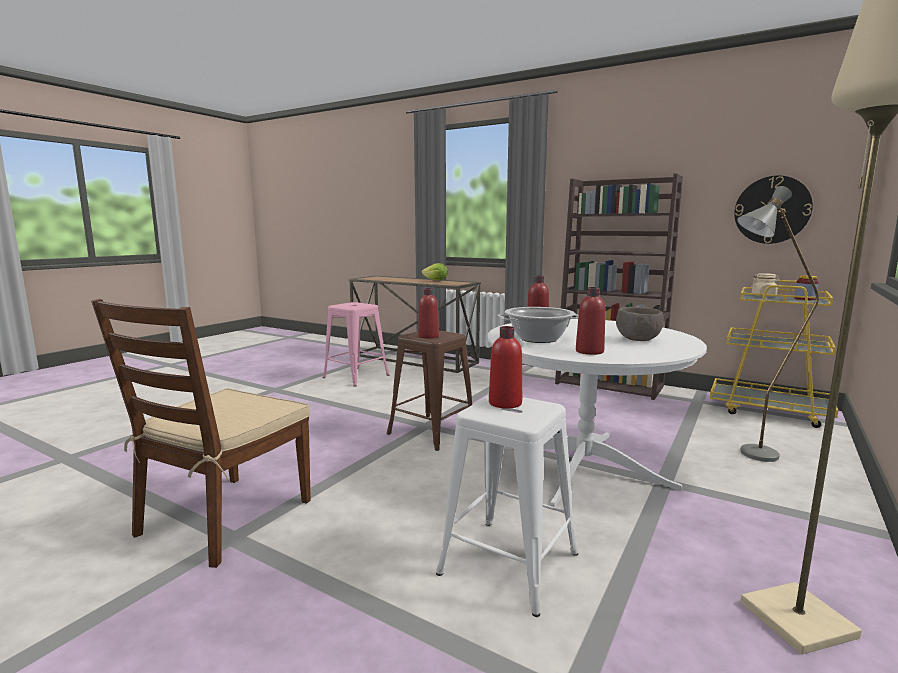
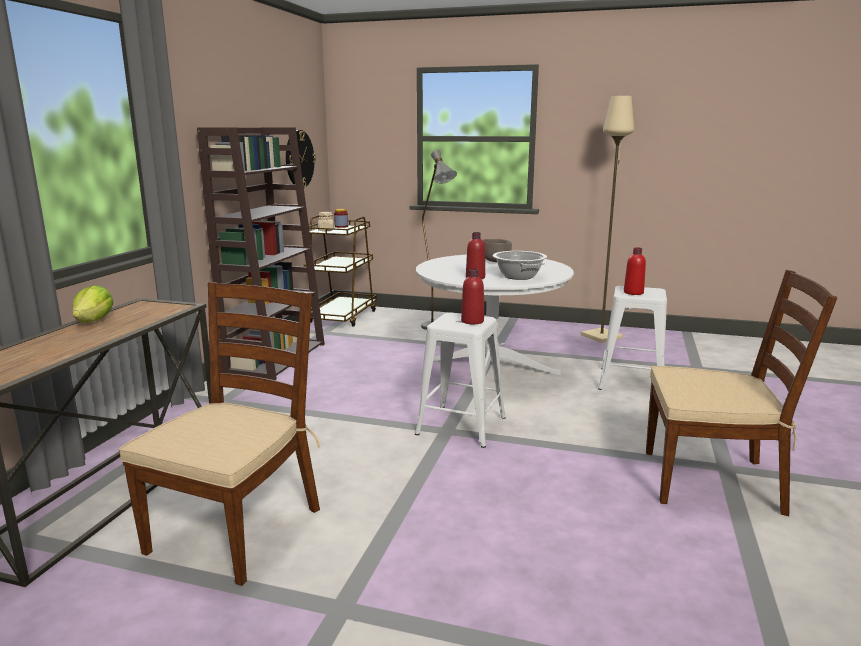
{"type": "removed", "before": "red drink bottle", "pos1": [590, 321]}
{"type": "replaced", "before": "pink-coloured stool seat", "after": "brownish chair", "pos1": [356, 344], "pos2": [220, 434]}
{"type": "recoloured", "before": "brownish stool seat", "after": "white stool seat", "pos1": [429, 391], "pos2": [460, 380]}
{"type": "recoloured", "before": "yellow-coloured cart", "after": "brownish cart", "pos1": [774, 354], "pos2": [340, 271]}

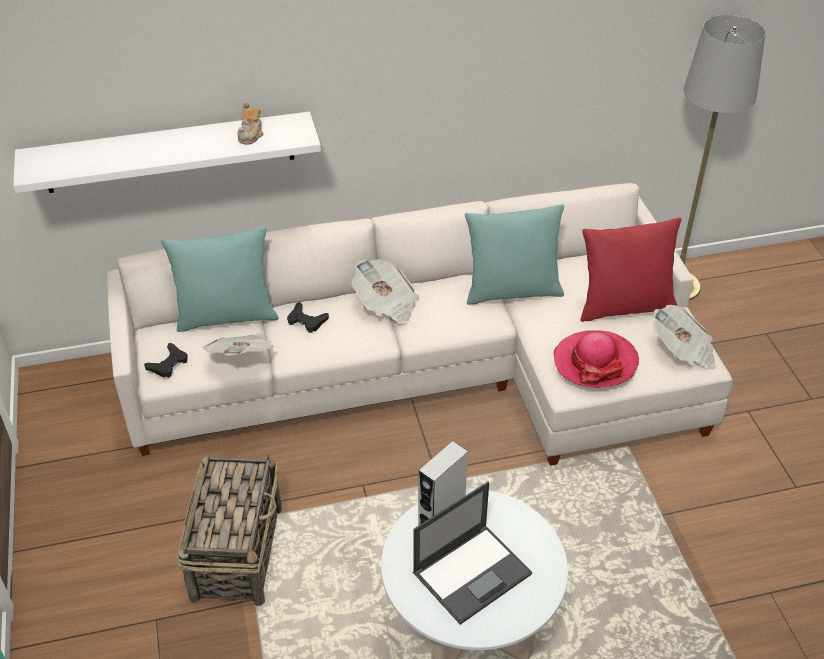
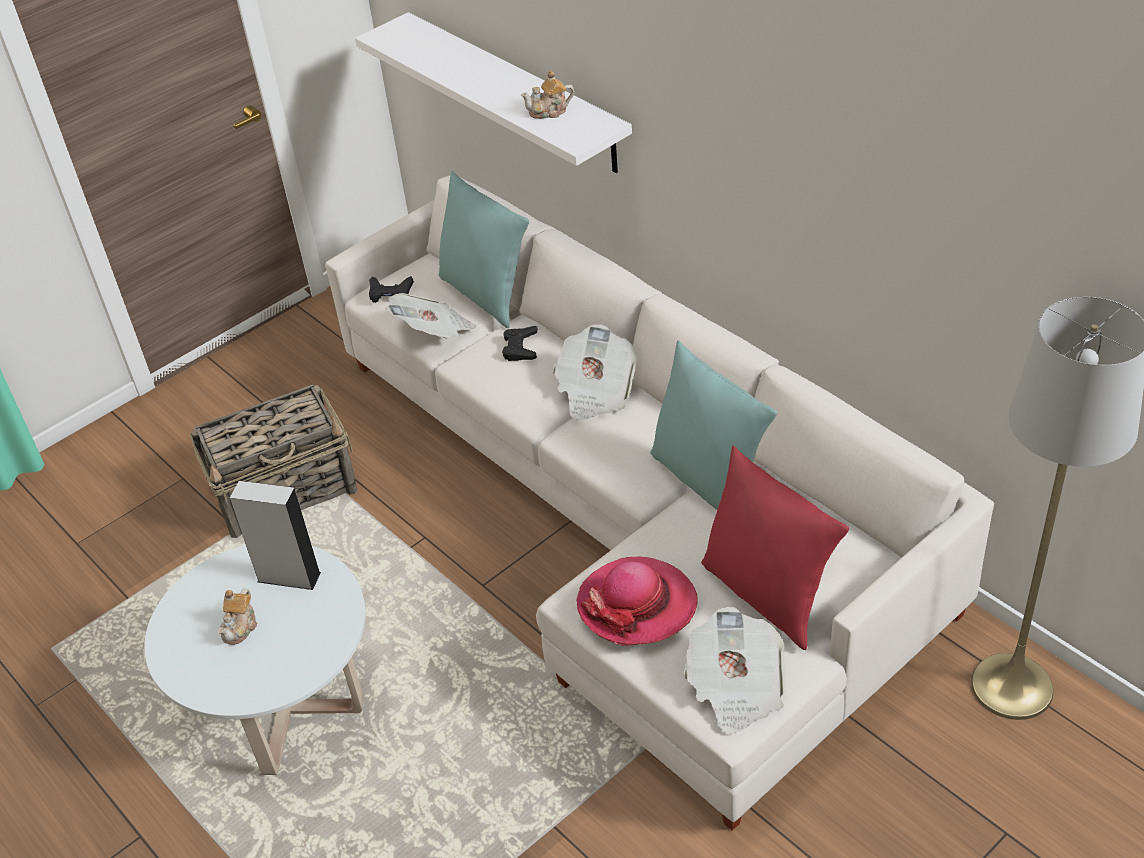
{"type": "replaced", "before": "laptop", "after": "tea pot", "pos1": [472, 553], "pos2": [237, 616]}

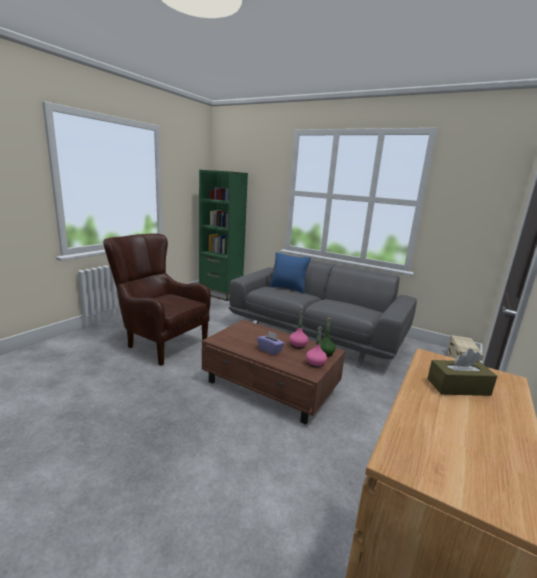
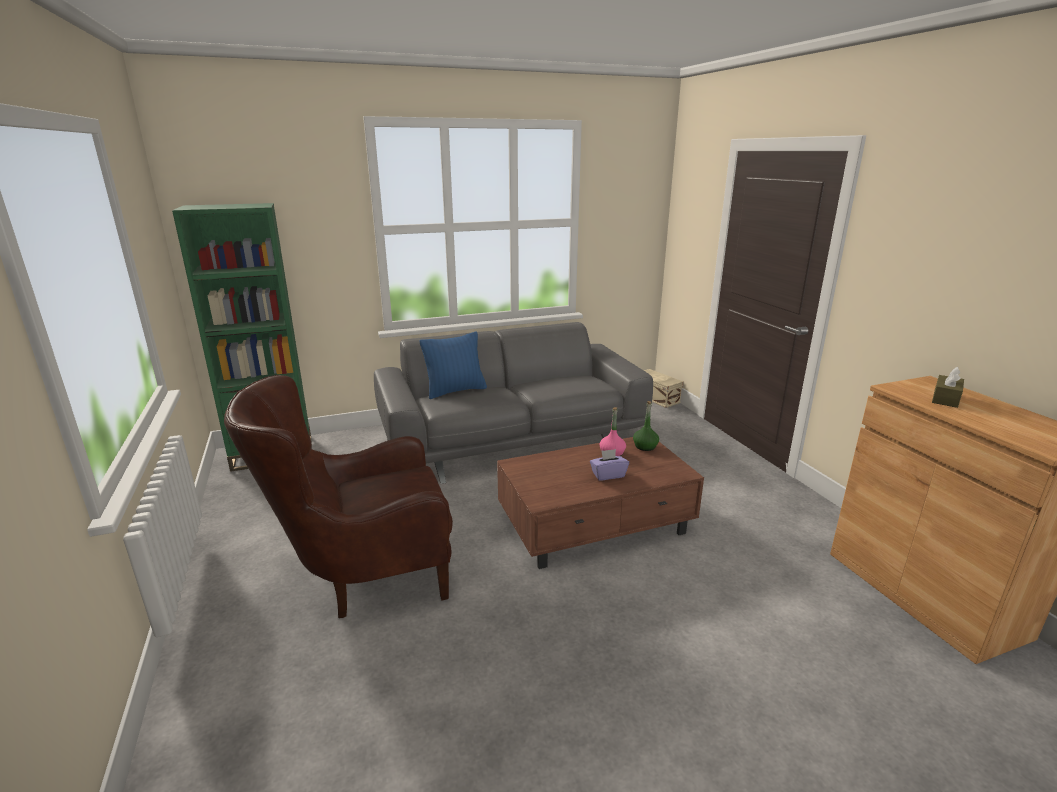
{"type": "removed", "before": "pink-coloured drink bottle", "pos1": [316, 346]}

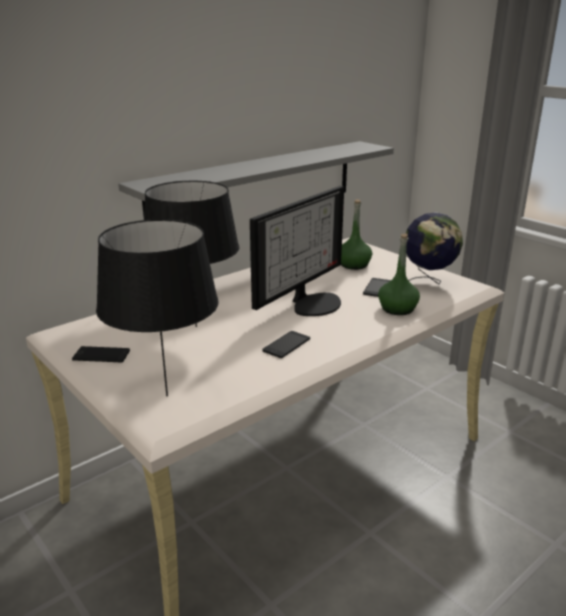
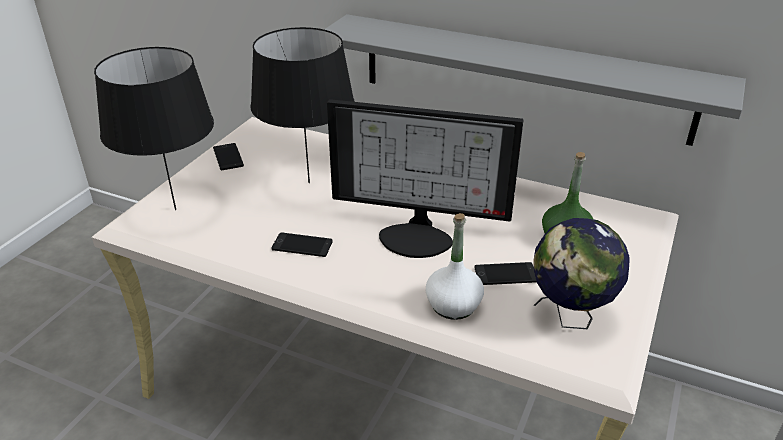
{"type": "recoloured", "before": "green drink bottle", "after": "white drink bottle", "pos1": [399, 274], "pos2": [455, 266]}

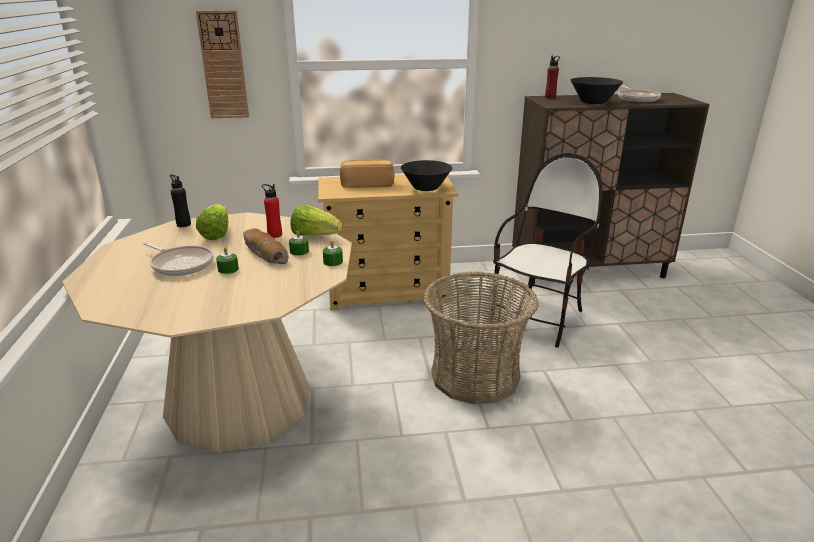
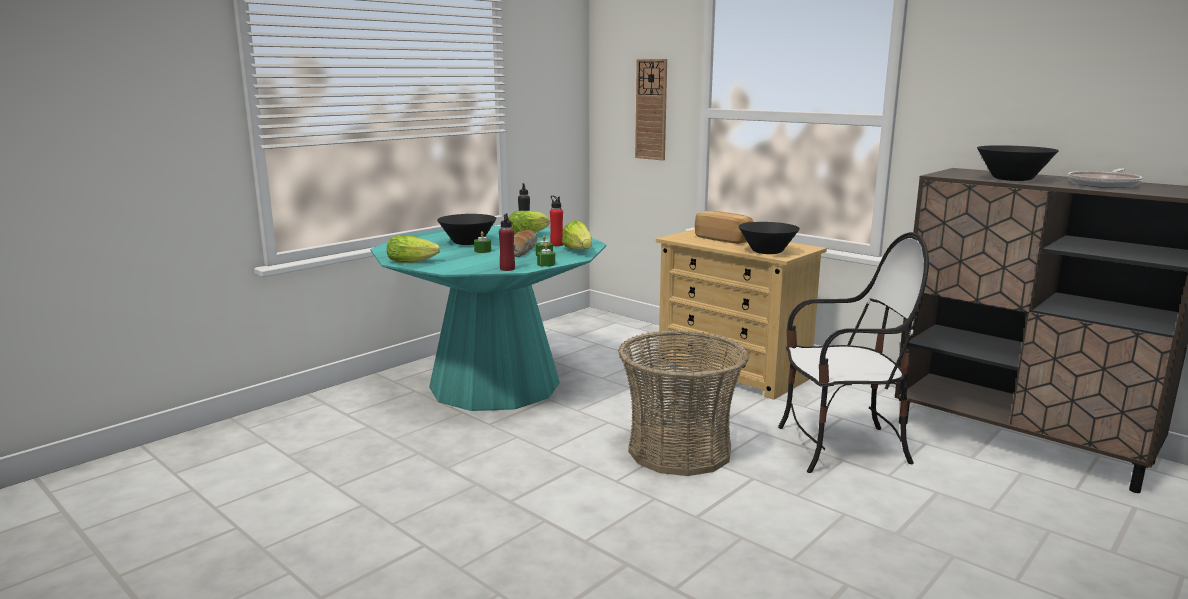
{"type": "added", "after": "head of lettuce", "pos2": [413, 249]}
{"type": "moved", "before": "red drink bottle", "pos1": [552, 77], "pos2": [507, 242]}
{"type": "replaced", "before": "frying pan", "after": "blackish deep dish", "pos1": [178, 259], "pos2": [466, 229]}
{"type": "recoloured", "before": "sand-coloured kitchen table", "after": "turquoise-coloured kitchen table", "pos1": [207, 332], "pos2": [488, 318]}

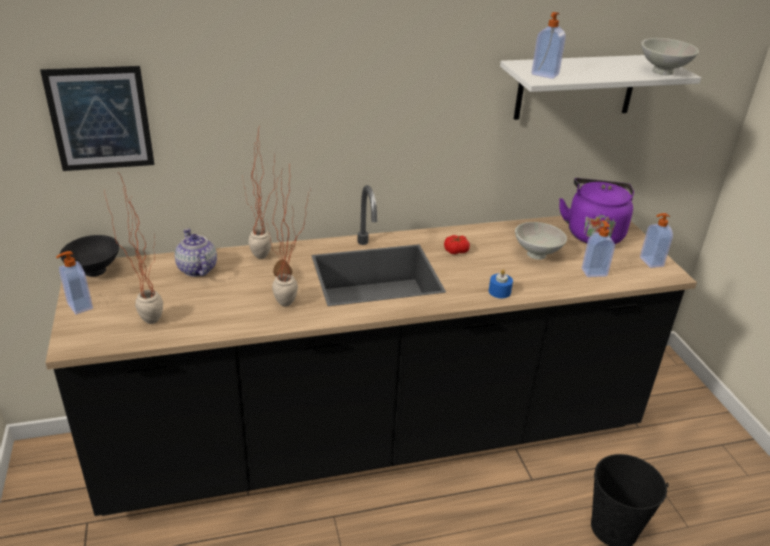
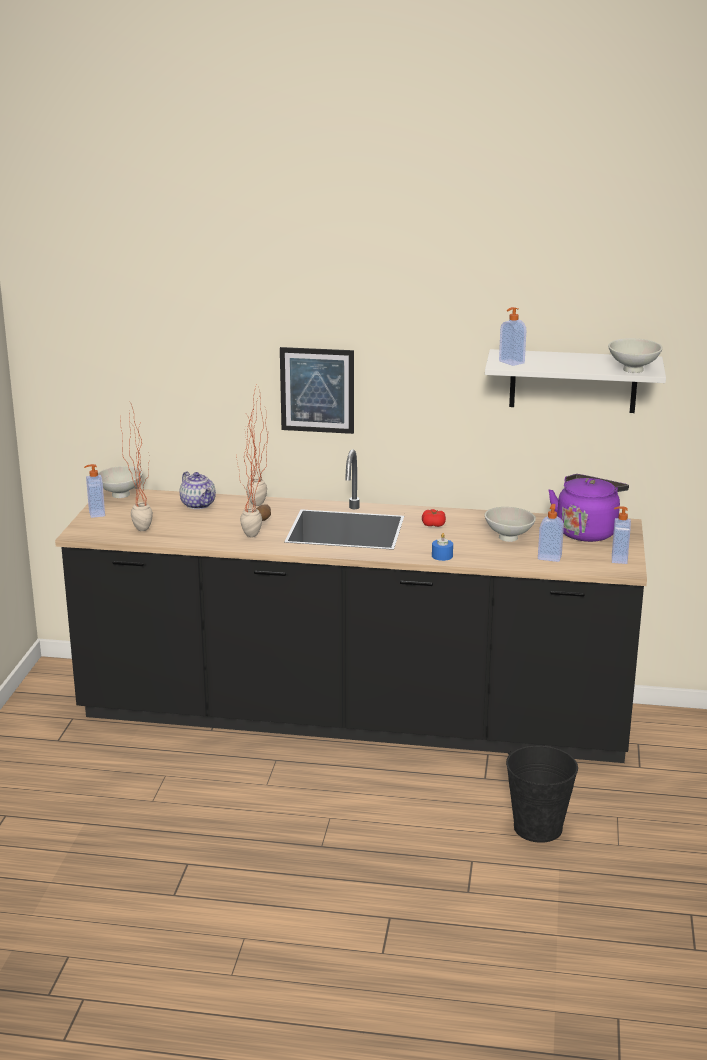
{"type": "moved", "before": "picture", "pos1": [97, 118], "pos2": [317, 390]}
{"type": "recoloured", "before": "blackish deep dish", "after": "white deep dish", "pos1": [89, 256], "pos2": [120, 482]}
{"type": "turned", "before": "tea pot", "pos1": [196, 252], "pos2": [197, 490], "turn": 150}

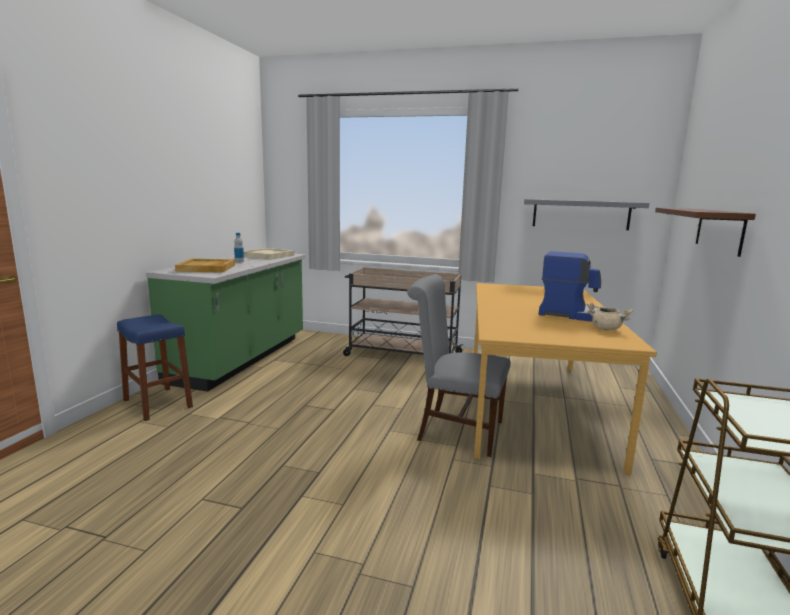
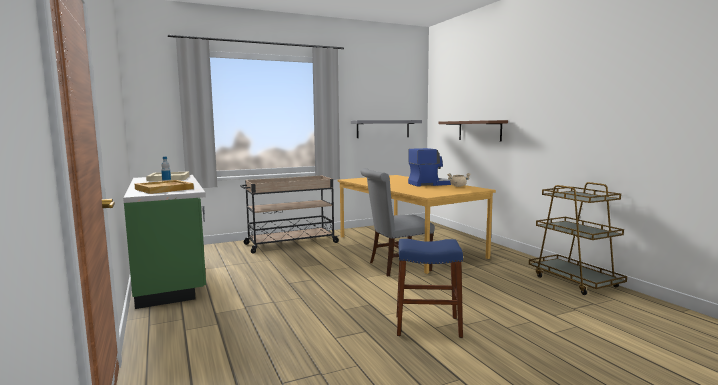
{"type": "moved", "before": "bluish stool seat", "pos1": [155, 368], "pos2": [430, 288]}

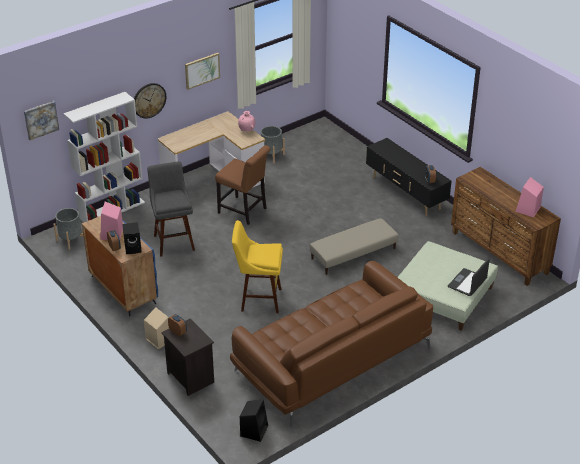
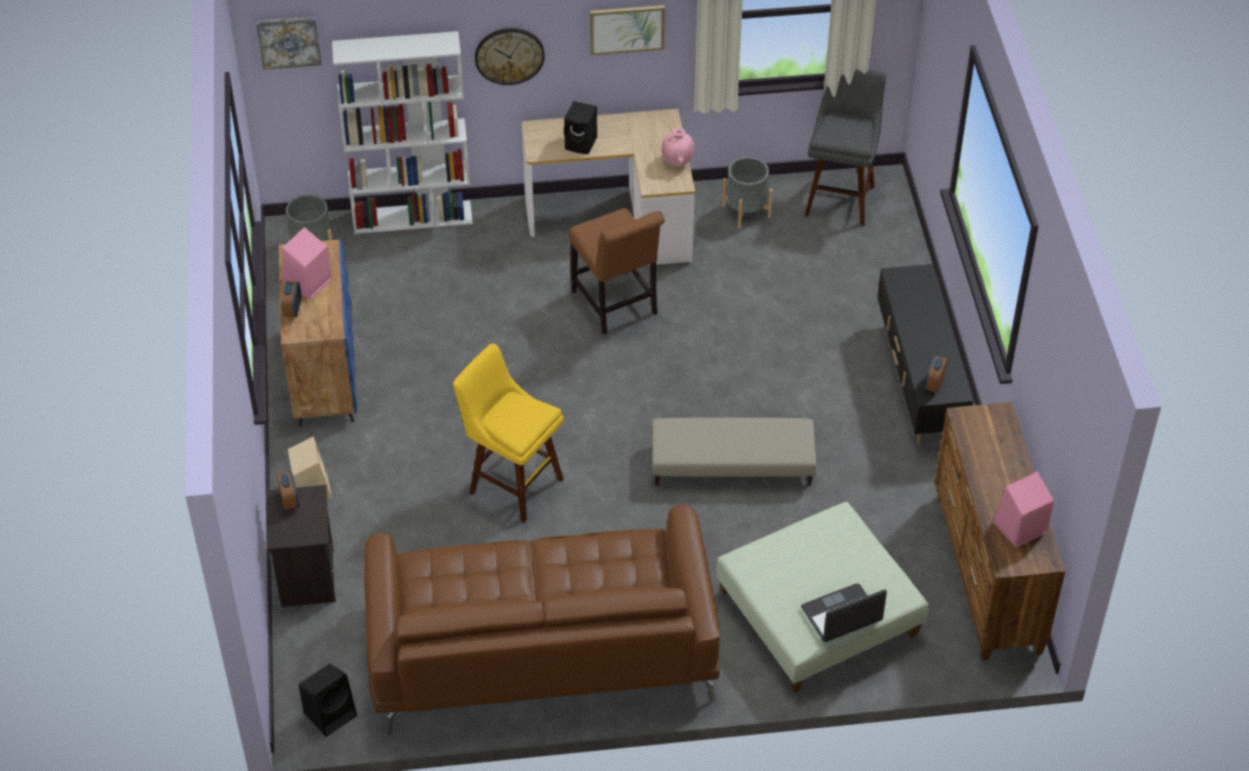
{"type": "moved", "before": "blackish loudspeaker", "pos1": [132, 238], "pos2": [580, 127]}
{"type": "moved", "before": "gray stool seat", "pos1": [171, 209], "pos2": [845, 147]}

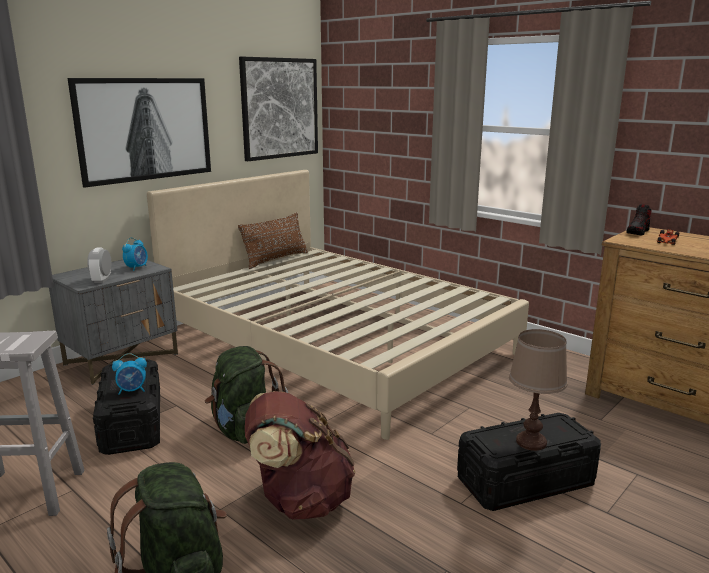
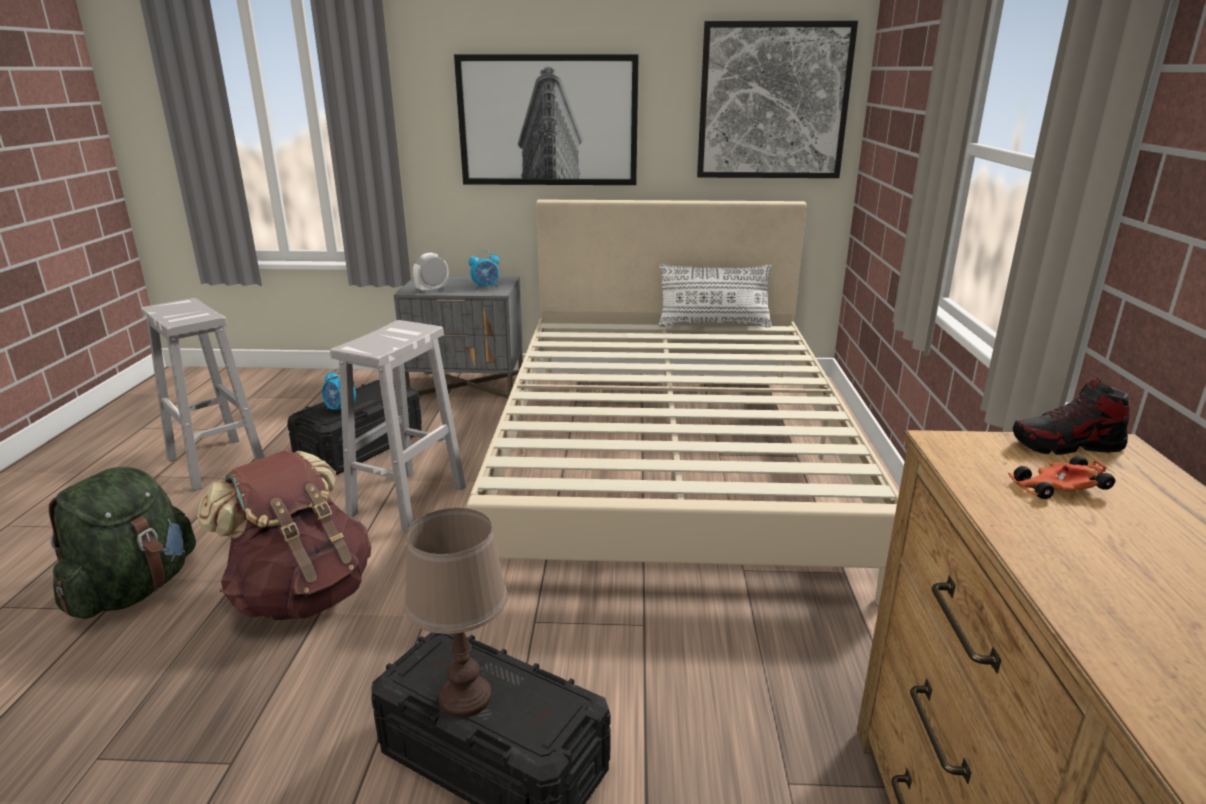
{"type": "replaced", "before": "green backpack", "after": "white stool seat", "pos1": [246, 395], "pos2": [398, 426]}
{"type": "recoloured", "before": "brownish throw pillow", "after": "white throw pillow", "pos1": [273, 241], "pos2": [715, 295]}

